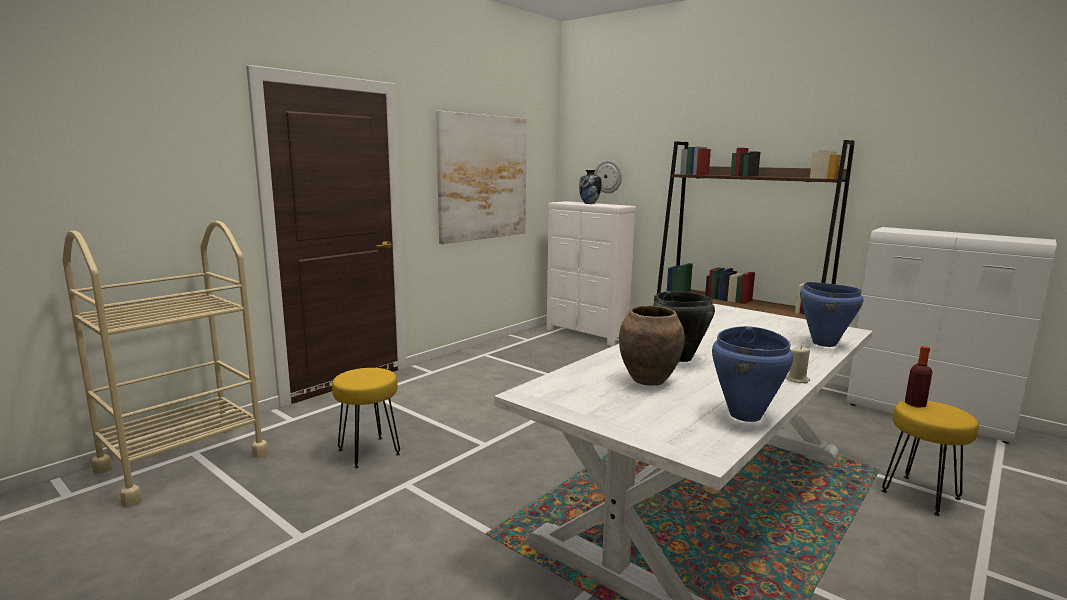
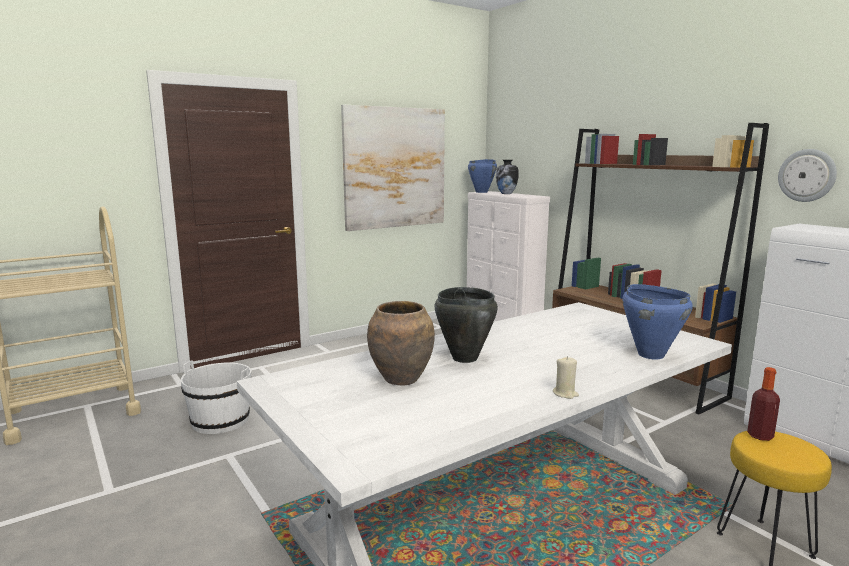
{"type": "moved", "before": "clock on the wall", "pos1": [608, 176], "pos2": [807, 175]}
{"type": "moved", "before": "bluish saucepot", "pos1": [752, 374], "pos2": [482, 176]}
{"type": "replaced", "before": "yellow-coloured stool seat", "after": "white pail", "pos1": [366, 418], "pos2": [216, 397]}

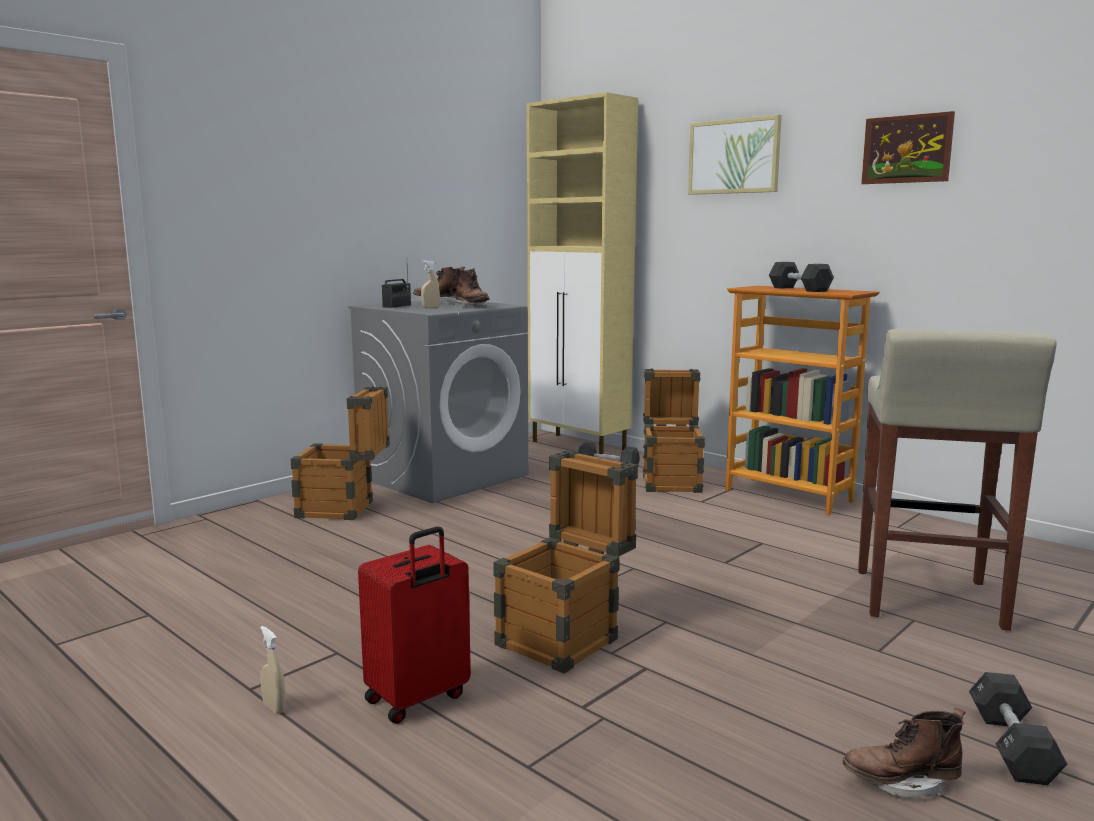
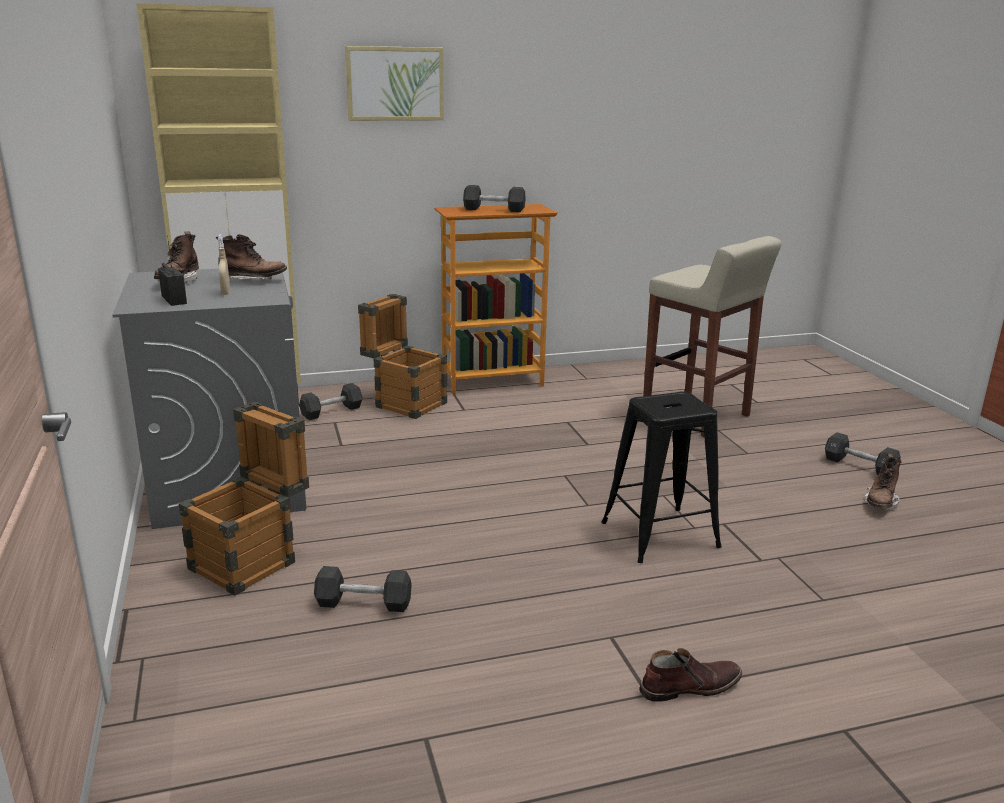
{"type": "removed", "before": "red suitcase", "pos1": [414, 625]}
{"type": "removed", "before": "picture", "pos1": [908, 147]}
{"type": "added", "after": "blackish dumbbell", "pos2": [363, 589]}
{"type": "replaced", "before": "sand-coloured hand sprayer", "after": "brownish boot", "pos1": [273, 670], "pos2": [690, 675]}
{"type": "replaced", "before": "shipping crate", "after": "blackish stool seat", "pos1": [565, 561], "pos2": [661, 477]}

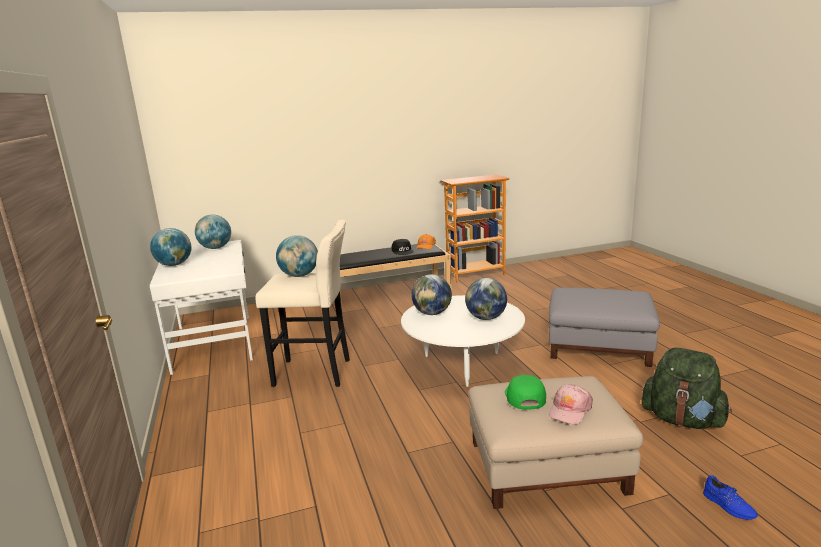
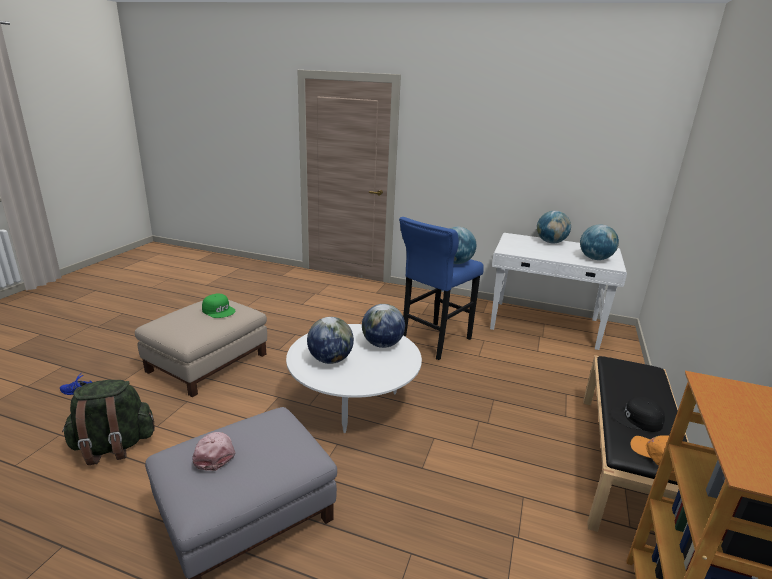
{"type": "moved", "before": "pink-coloured baseball cap", "pos1": [571, 404], "pos2": [214, 451]}
{"type": "recoloured", "before": "sand-coloured stool seat", "after": "bluish stool seat", "pos1": [302, 303], "pos2": [441, 288]}

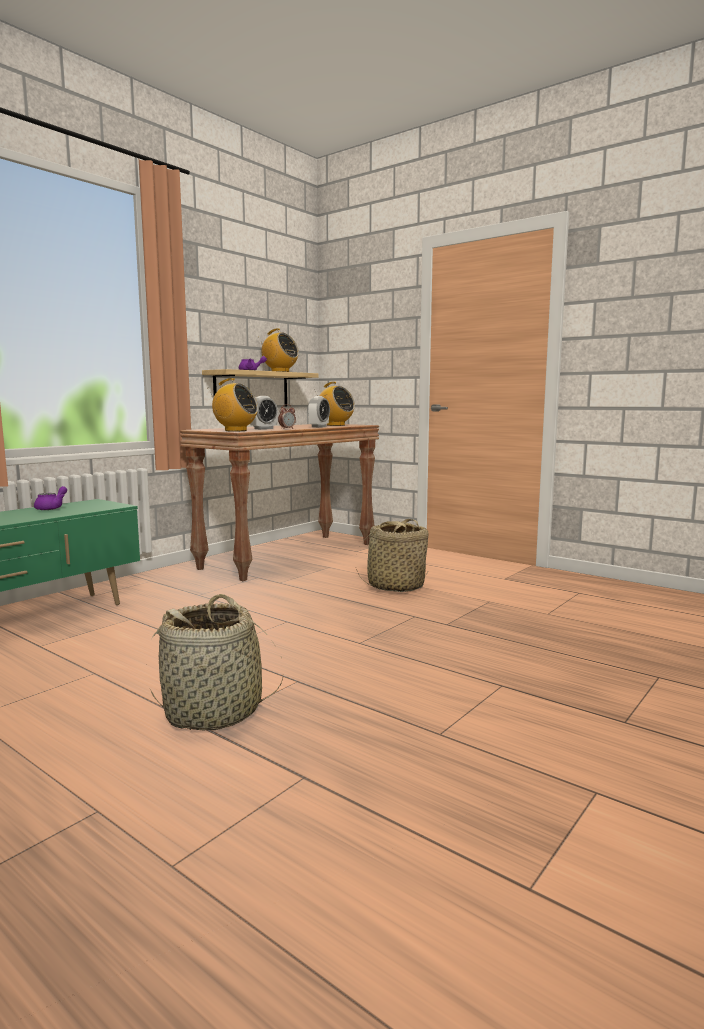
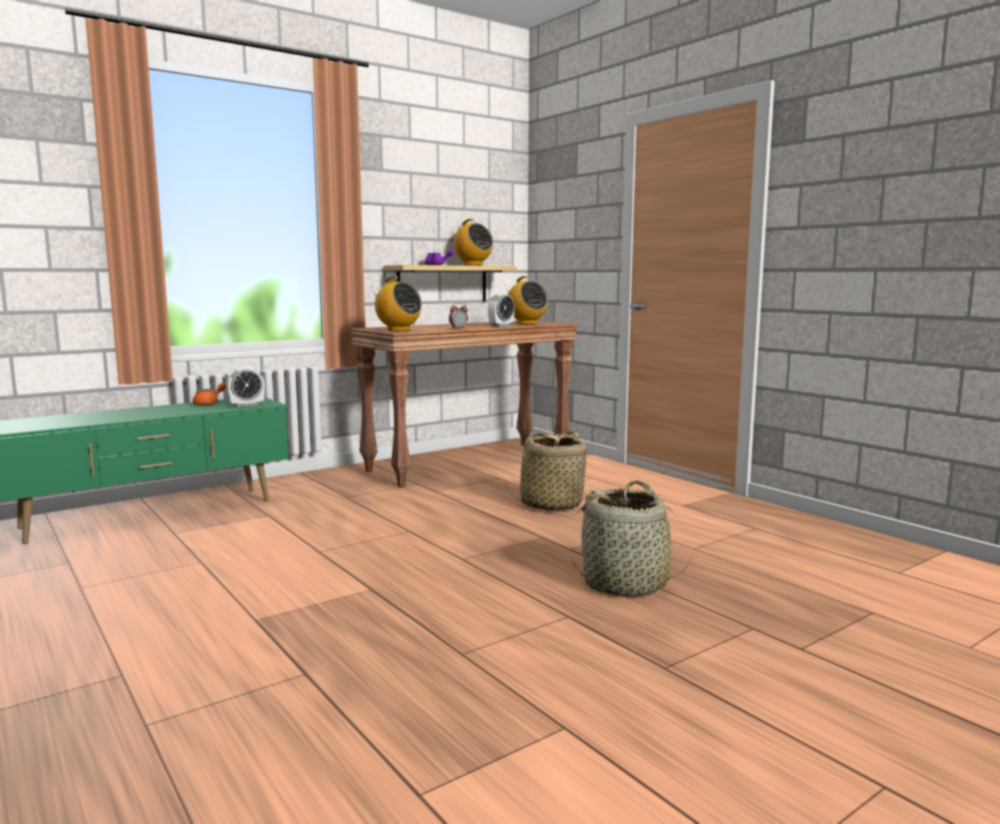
{"type": "moved", "before": "storage basket", "pos1": [217, 662], "pos2": [632, 538]}
{"type": "moved", "before": "table clock", "pos1": [264, 412], "pos2": [245, 386]}
{"type": "recoloured", "before": "purple-coloured tea pot", "after": "orangey tea pot", "pos1": [50, 498], "pos2": [209, 394]}

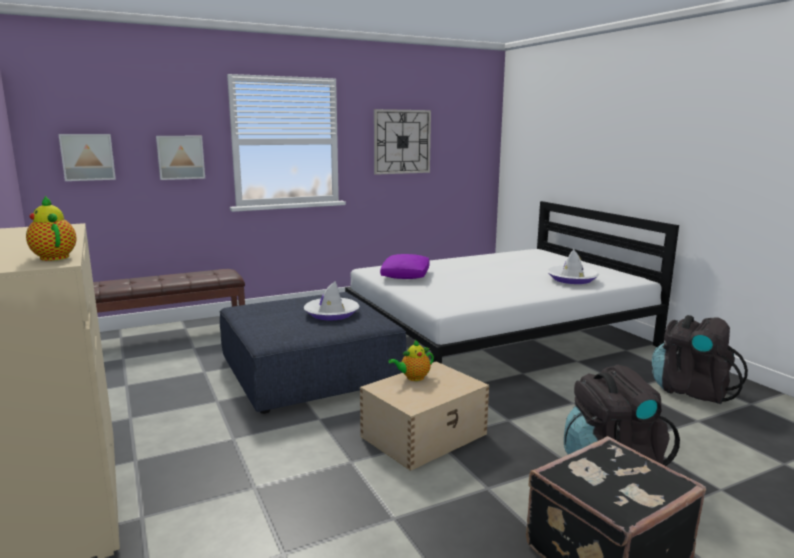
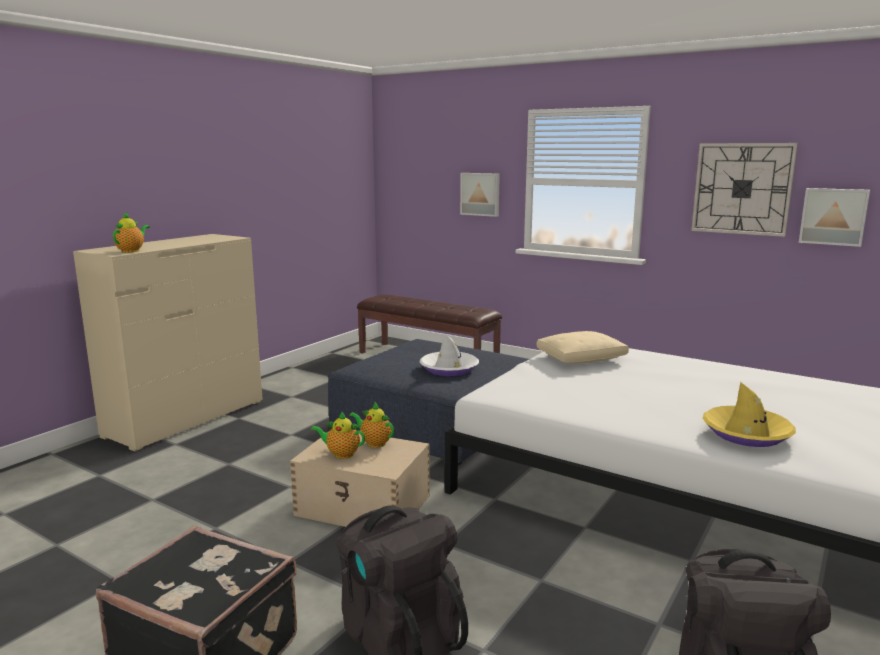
{"type": "added", "after": "tea pot", "pos2": [338, 435]}
{"type": "moved", "before": "picture", "pos1": [87, 157], "pos2": [834, 217]}
{"type": "recoloured", "before": "purple-coloured throw pillow", "after": "sand-coloured throw pillow", "pos1": [405, 266], "pos2": [582, 347]}
{"type": "recoloured", "before": "white hat", "after": "yellow-coloured hat", "pos1": [573, 266], "pos2": [749, 414]}

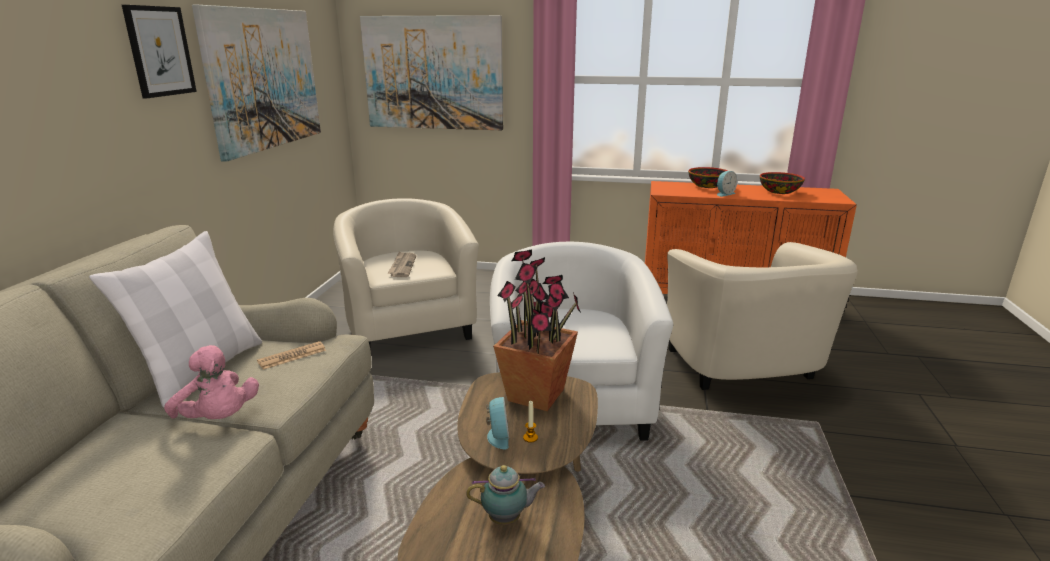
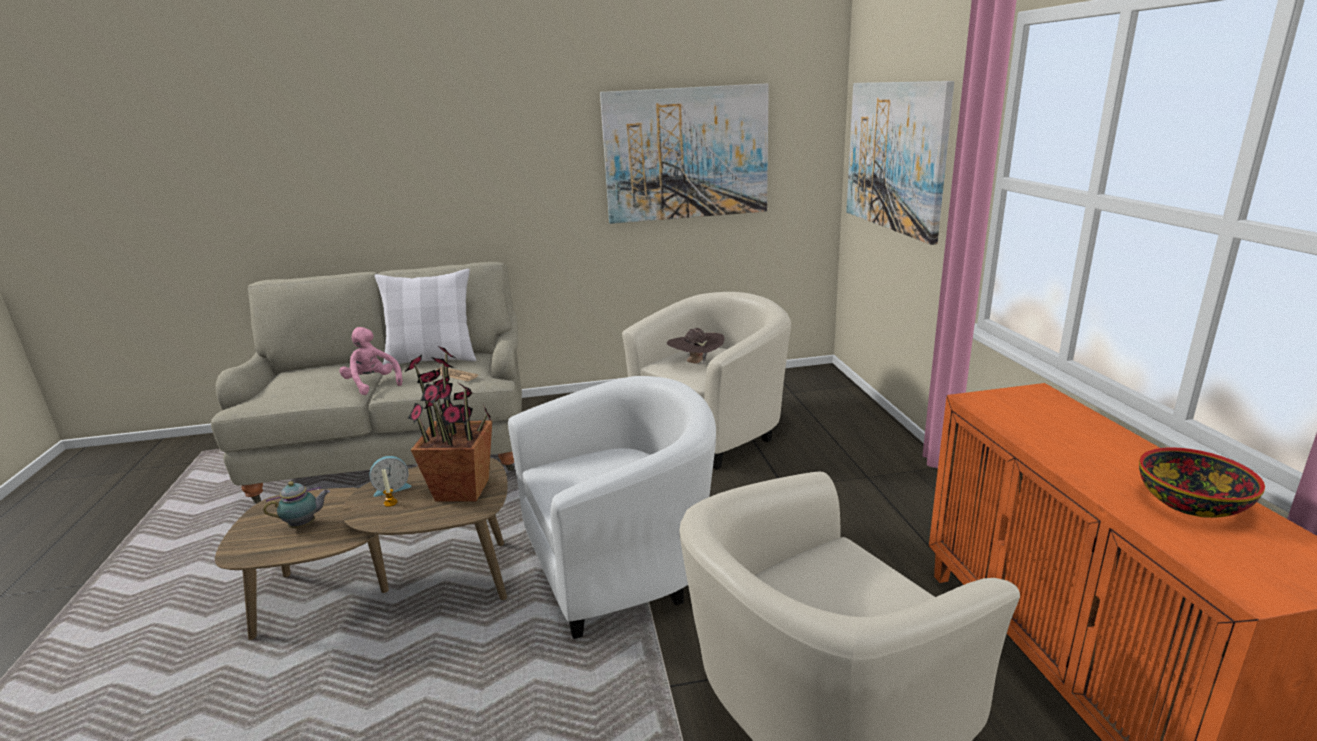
{"type": "removed", "before": "picture", "pos1": [159, 52]}
{"type": "removed", "before": "deep dish", "pos1": [708, 177]}
{"type": "removed", "before": "table clock", "pos1": [727, 184]}
{"type": "replaced", "before": "daily paper", "after": "brownish hat", "pos1": [401, 264], "pos2": [695, 346]}
{"type": "turned", "before": "pink-coloured plush toy", "pos1": [211, 382], "pos2": [370, 361], "turn": 120}
{"type": "turned", "before": "tea pot", "pos1": [505, 495], "pos2": [296, 504], "turn": -90}

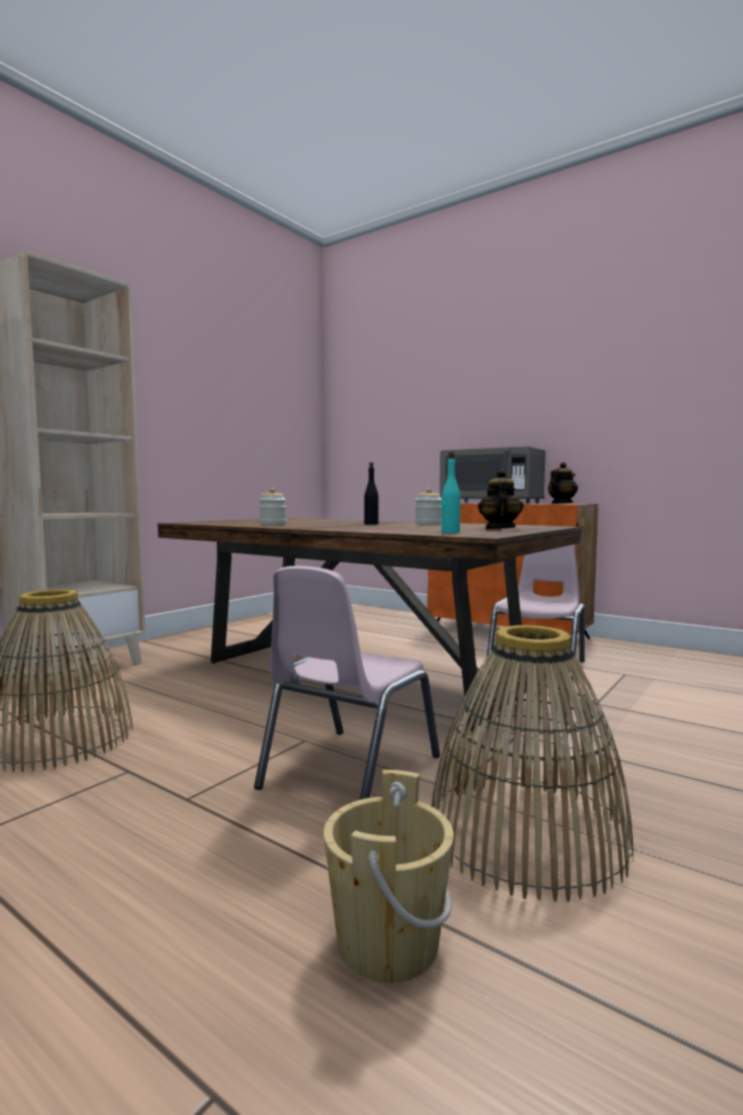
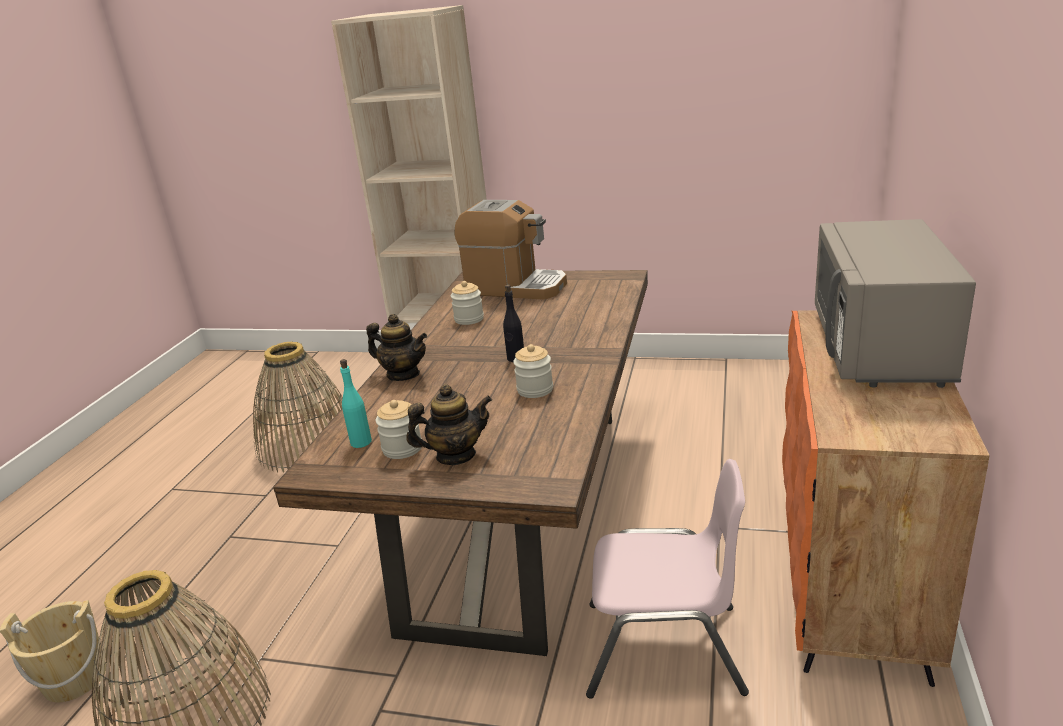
{"type": "removed", "before": "pink-coloured chair", "pos1": [347, 683]}
{"type": "added", "after": "jar", "pos2": [399, 429]}
{"type": "added", "after": "coffee brewer", "pos2": [511, 250]}
{"type": "moved", "before": "tea pot", "pos1": [563, 483], "pos2": [396, 347]}

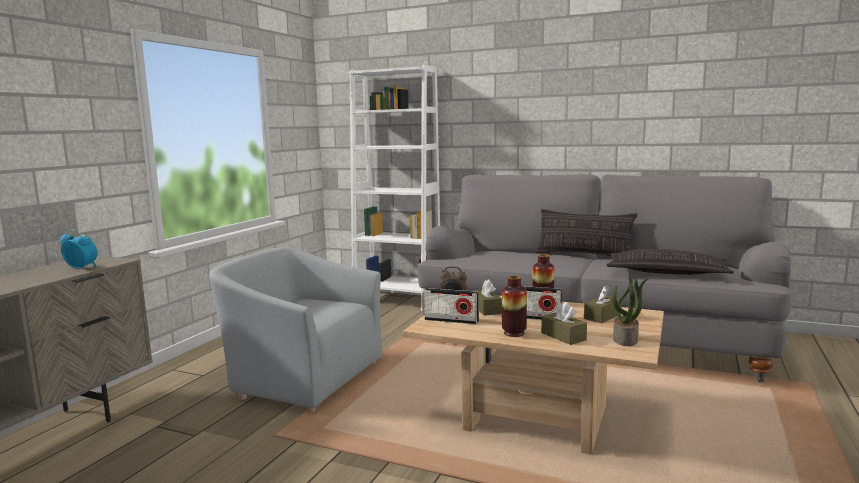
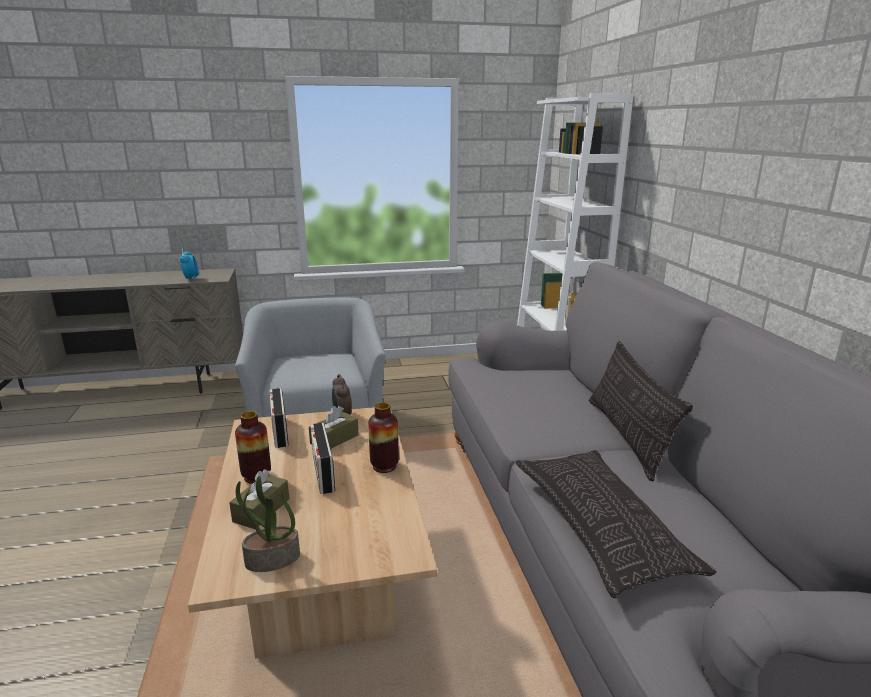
{"type": "removed", "before": "brownish tissue holder", "pos1": [603, 304]}

